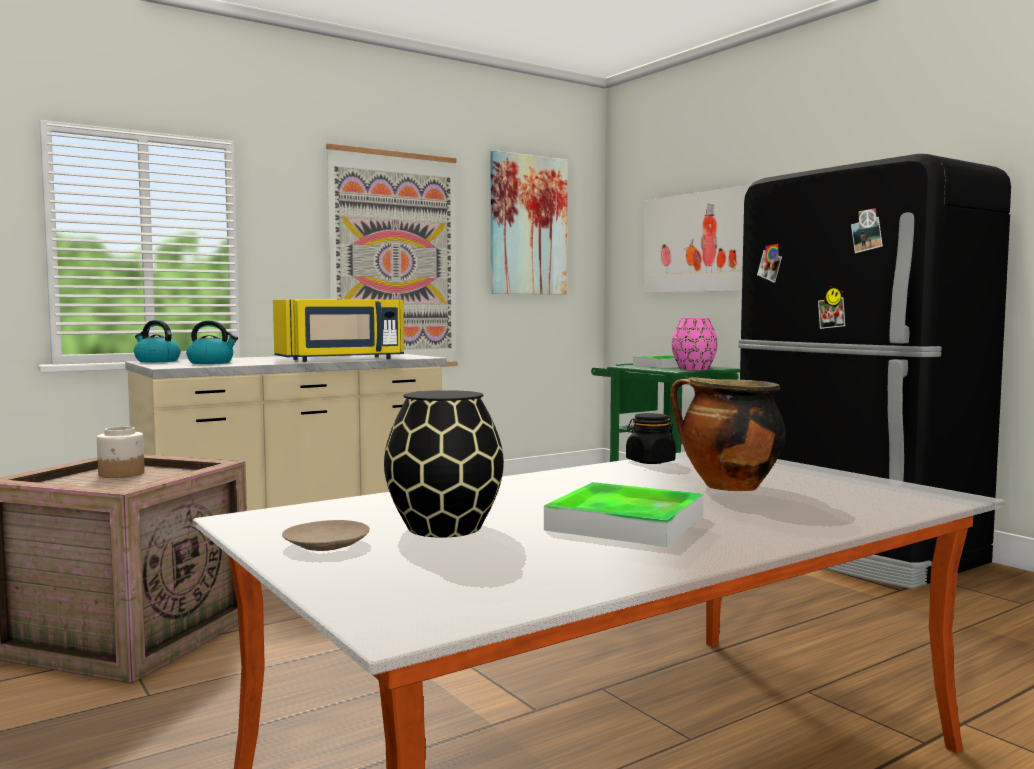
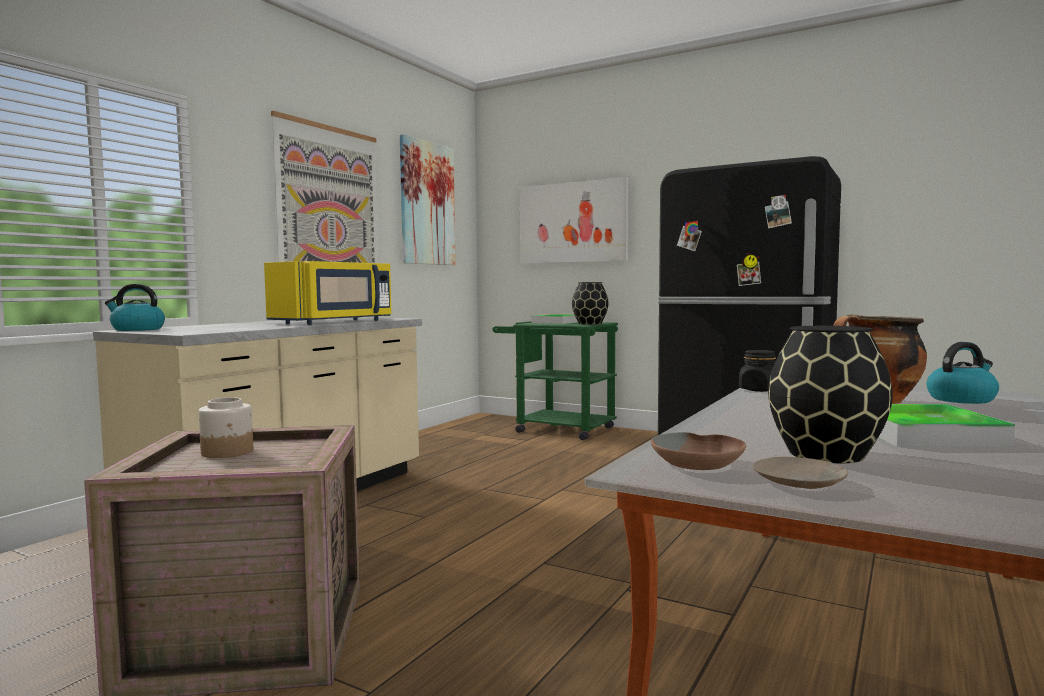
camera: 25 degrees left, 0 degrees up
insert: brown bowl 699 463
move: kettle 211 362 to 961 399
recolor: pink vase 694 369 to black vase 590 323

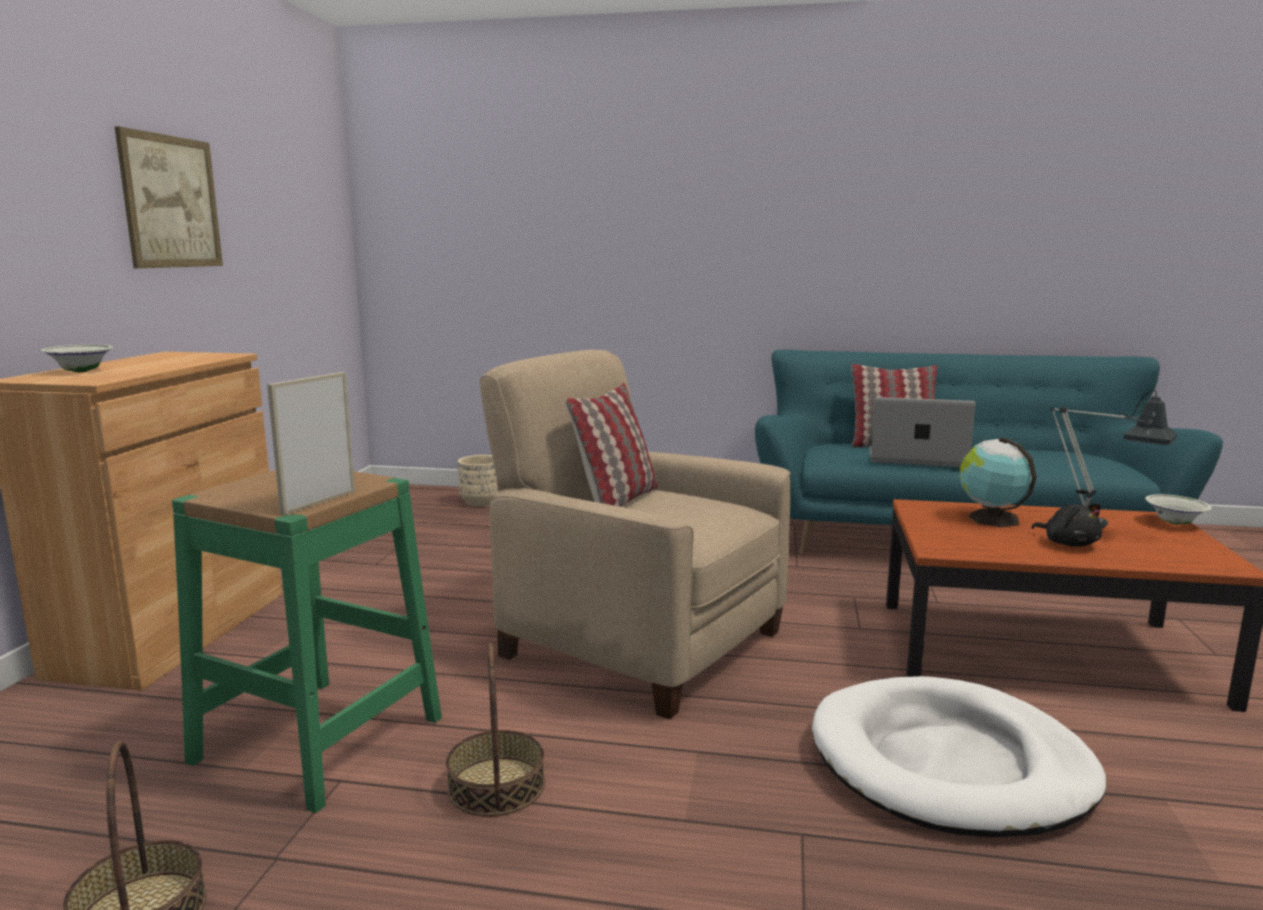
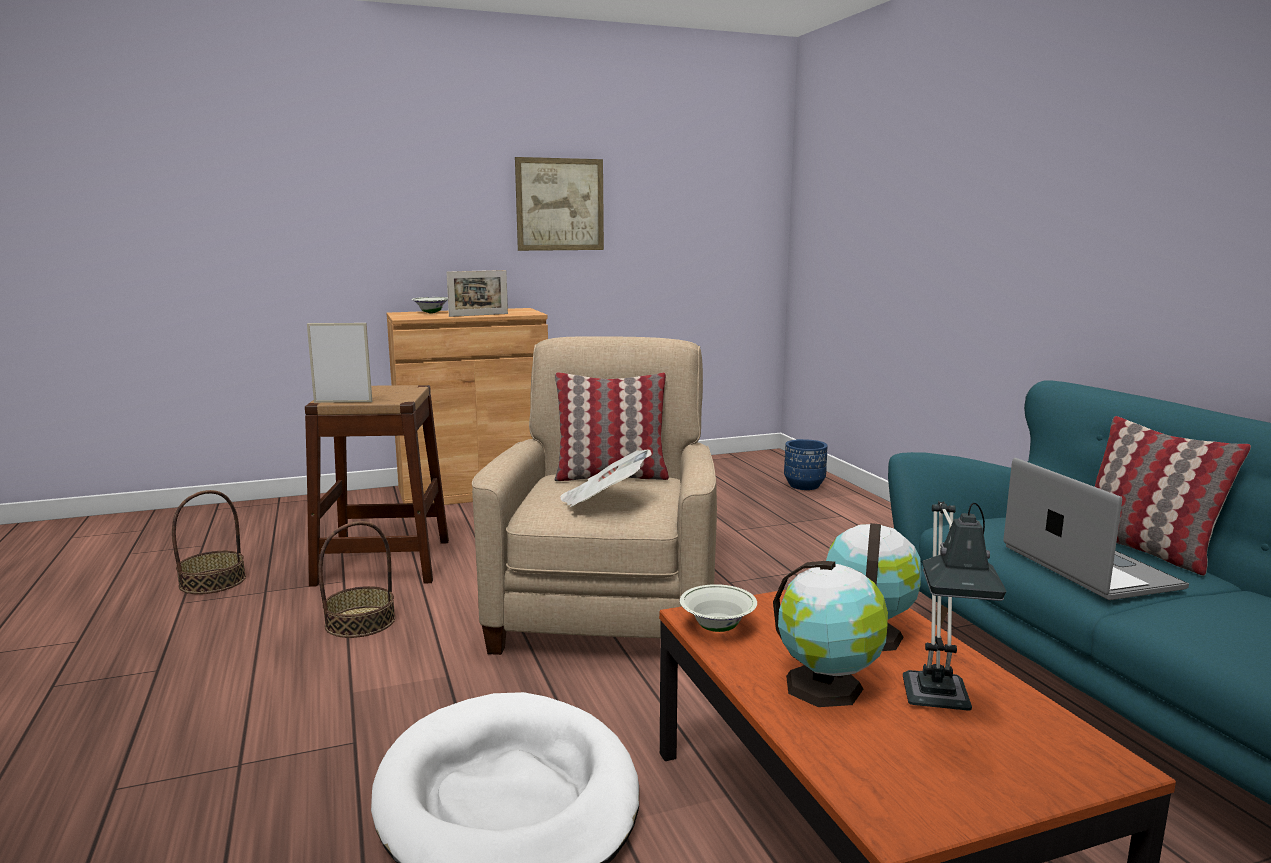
camera: 60 degrees right, 0 degrees up
insert: picture frame 478 315; newspaper 603 501
move: white bowl 1174 523 to 717 628
replace: black plush toy 1068 543 to globe 828 687
recolor: green stool 319 739 to brown stool 383 562; beige planter 481 502 to blue planter 804 486

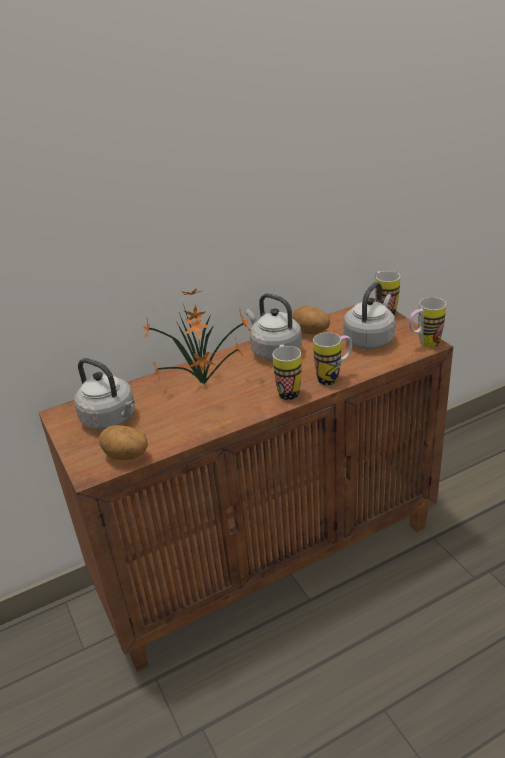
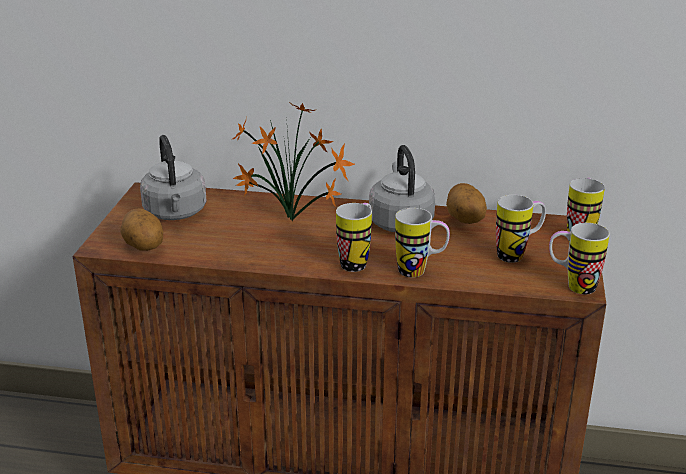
camera: 35 degrees right, 5 degrees down
replace: grey kettle 370 340 to mug 517 255

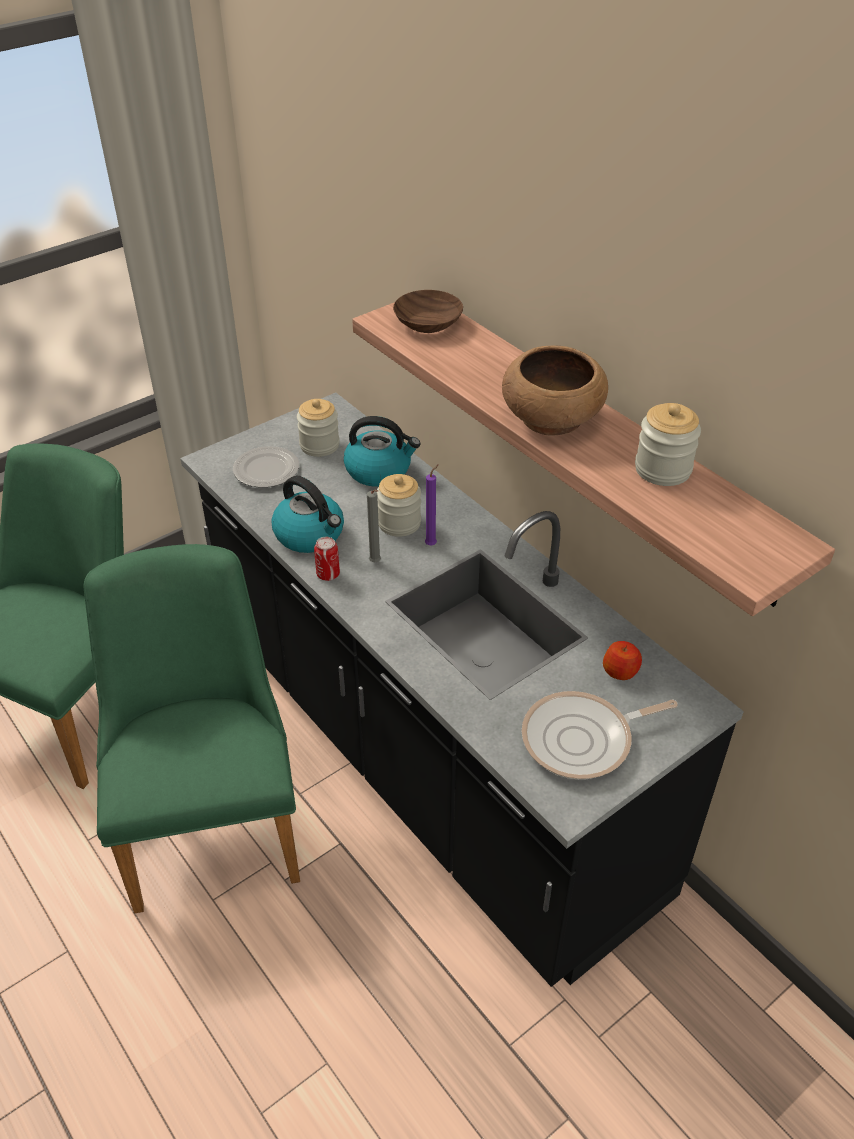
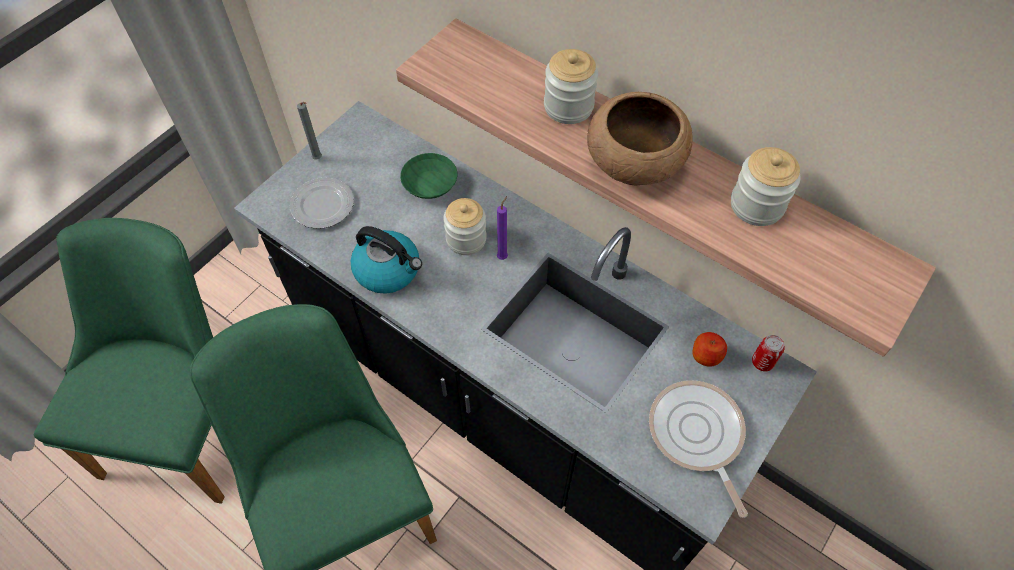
camera: 15 degrees left, 15 degrees up
delete: brown bowl 430 323
move: grey candle 376 563 to 318 159; jar 319 445 to 568 106; can 328 574 to 762 362
replace: kettle 379 470 to green bowl 428 183
rotate: frying pan 583 740 = 696 435 105 degrees clockwise

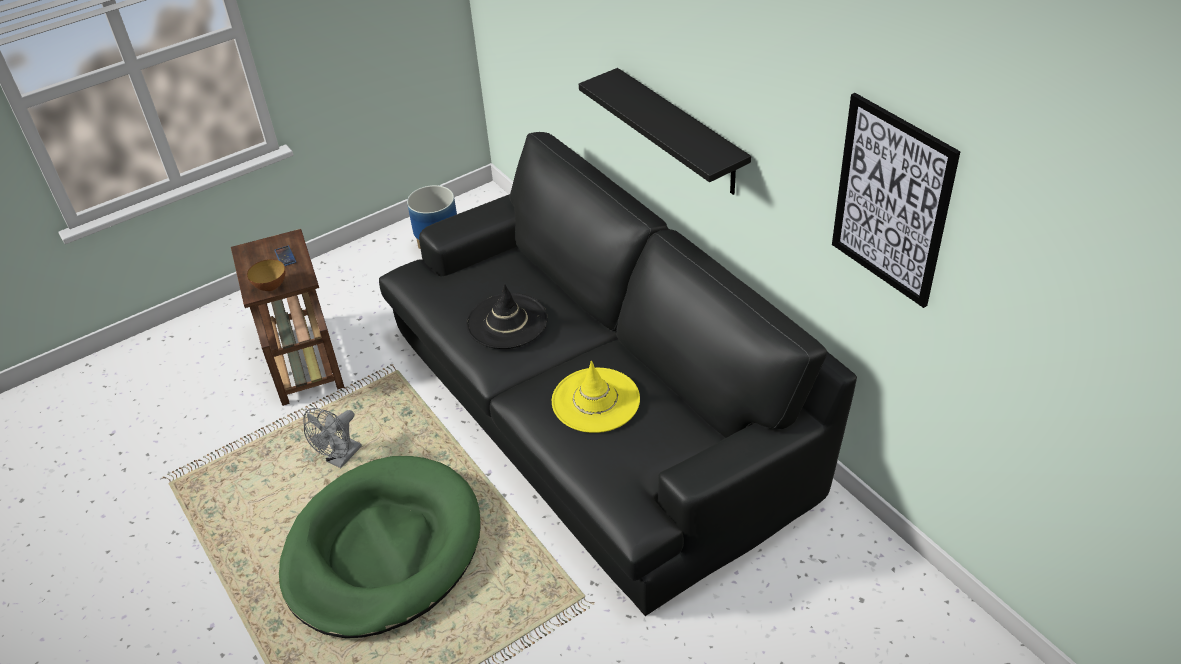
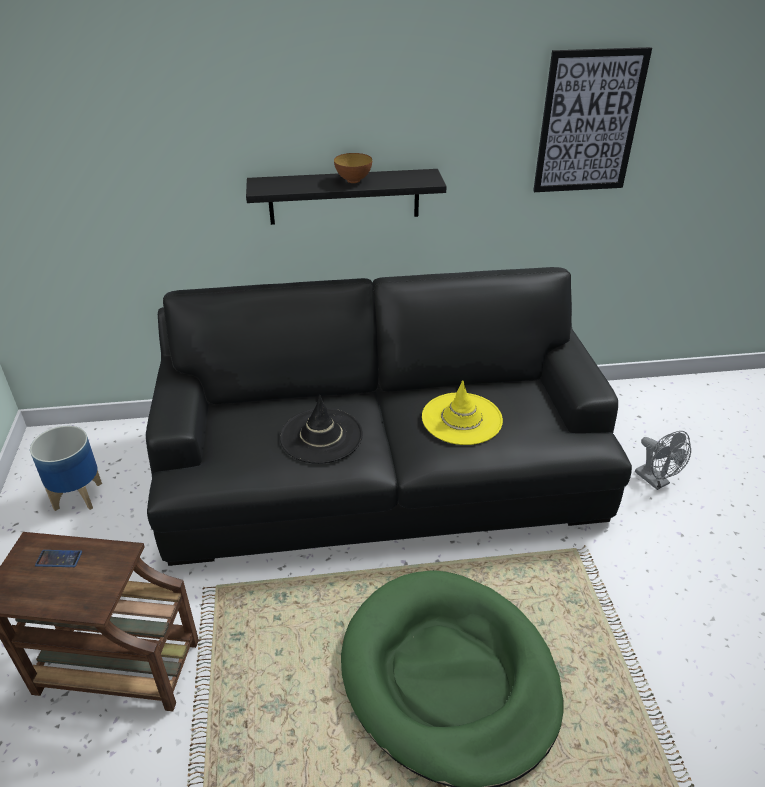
camera: 65 degrees left, 5 degrees down
move: bowl 271 287 to 353 180; grey fan 340 459 to 656 481

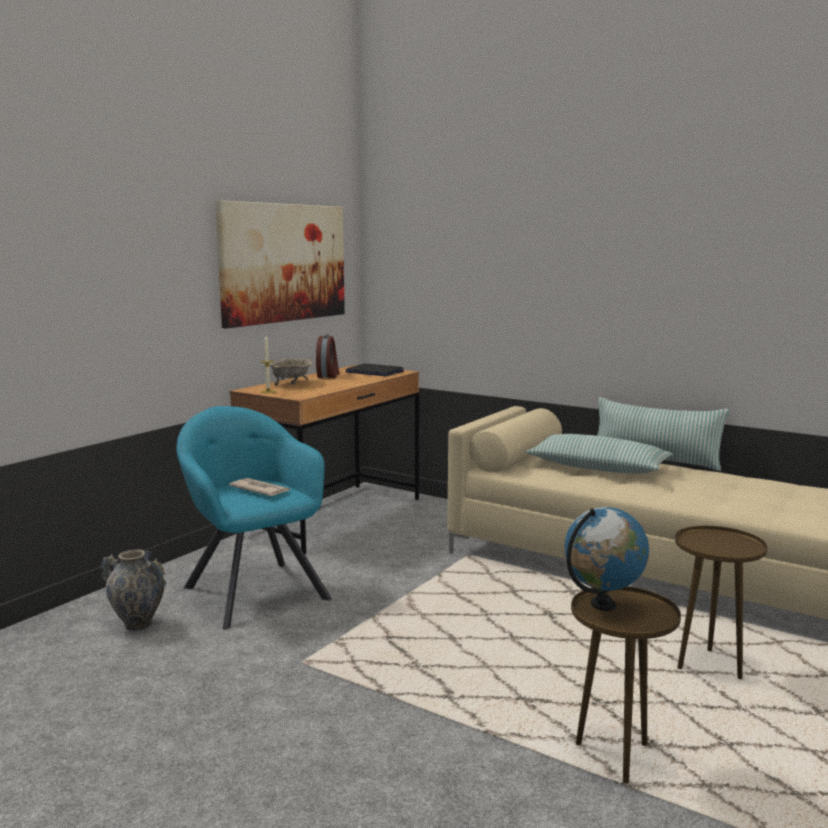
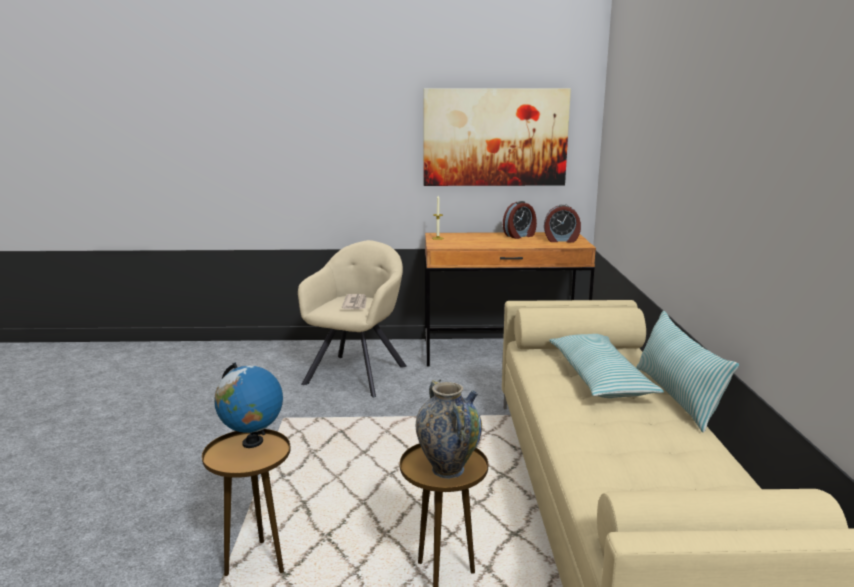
camera: 55 degrees right, 5 degrees up
delete: beige bowl 291 383
move: vase 138 624 to 448 469
replace: laptop 374 372 to alarm clock 561 240
recolor: turquoise armchair 253 590 to beige armchair 357 373

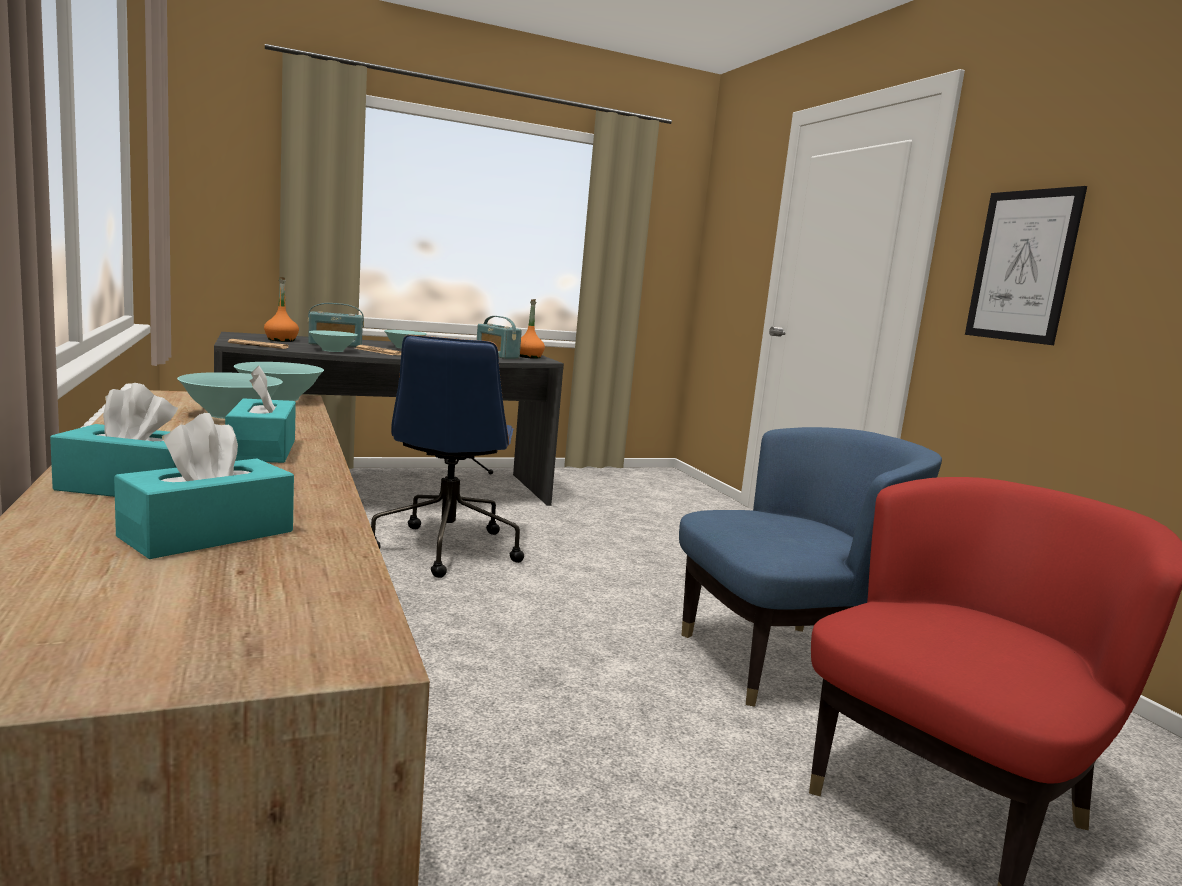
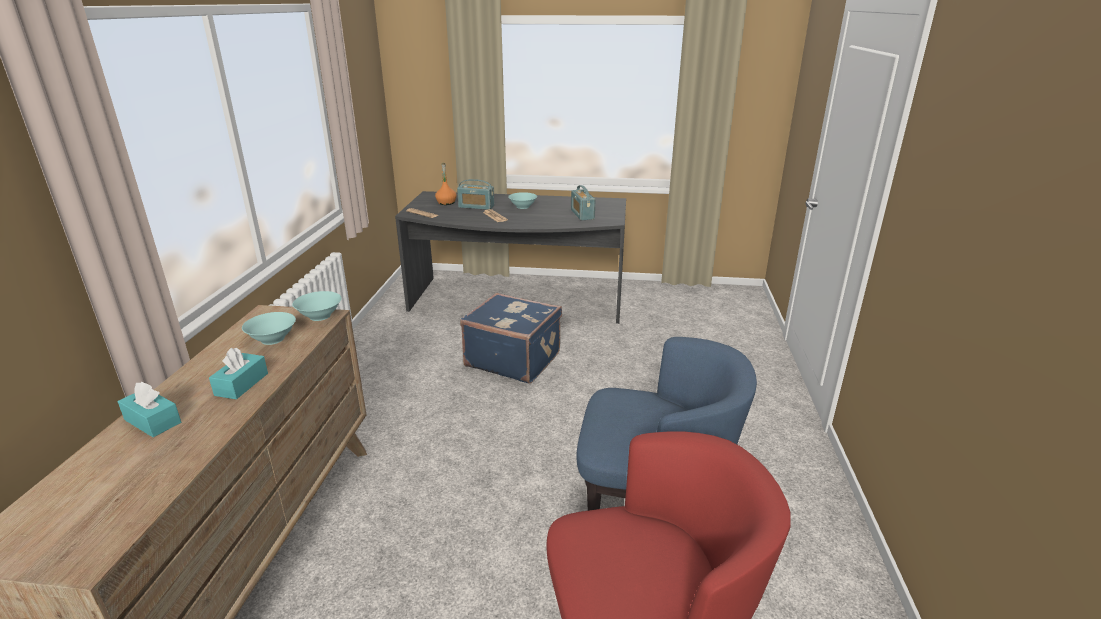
camera: 30 degrees right, 15 degrees up
delete: turquoise tissue box 207 534; turquoise bowl 333 350; orange bottle 528 357; picture 1022 266
replace: blue office chair 446 549 to blue suitcase 513 359

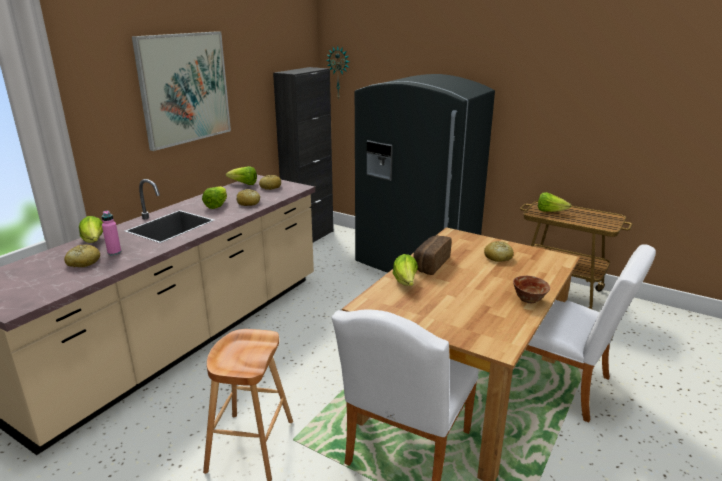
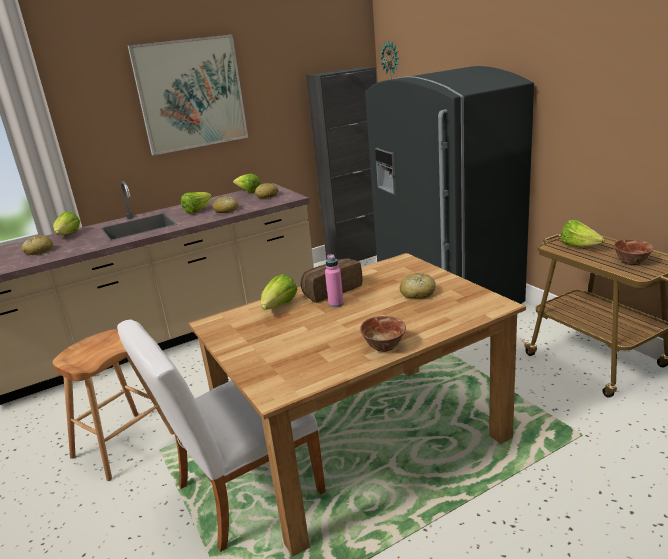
camera: 30 degrees right, 0 degrees up
delete: white chair 563 385
insert: bowl 631 262
move: pink bottle 114 252 to 336 304

